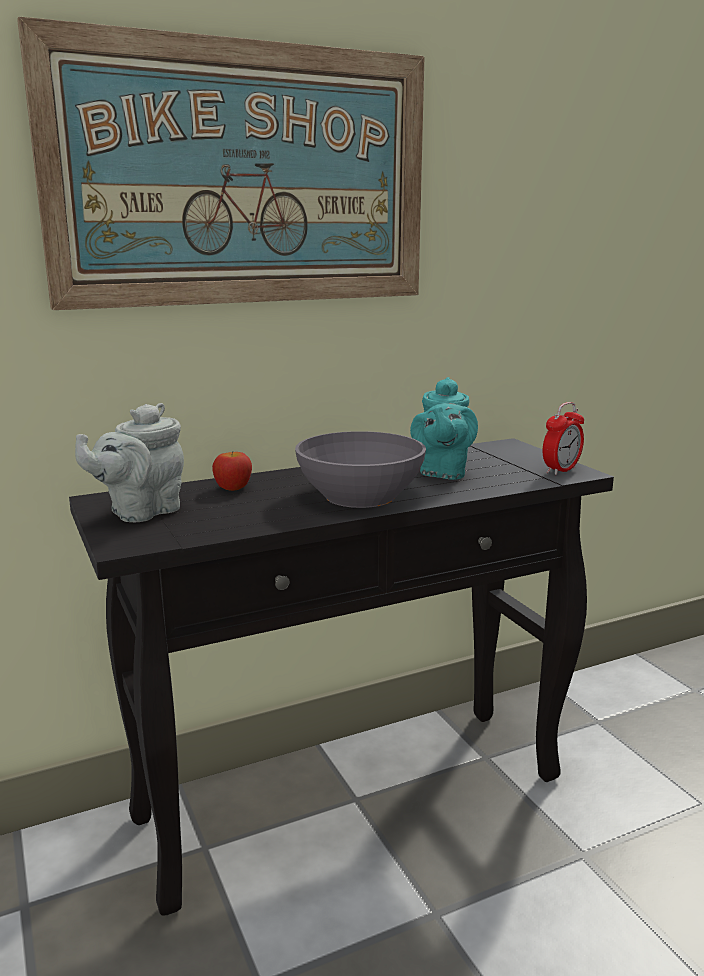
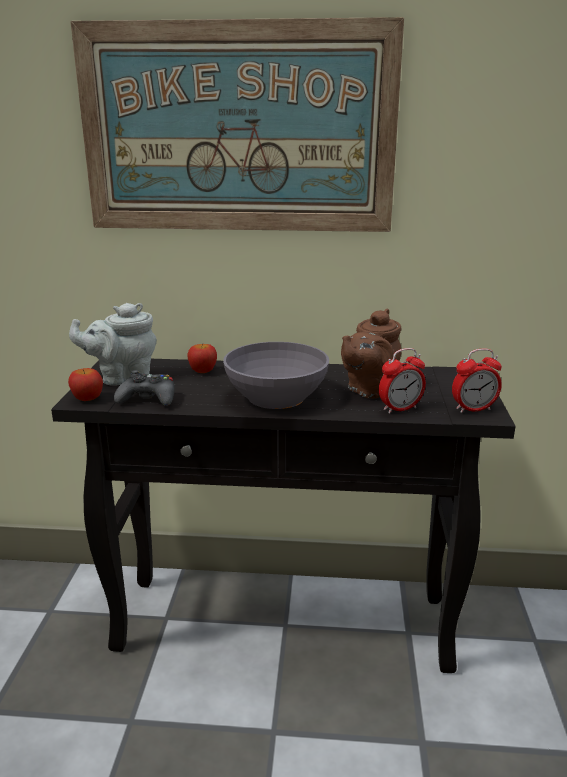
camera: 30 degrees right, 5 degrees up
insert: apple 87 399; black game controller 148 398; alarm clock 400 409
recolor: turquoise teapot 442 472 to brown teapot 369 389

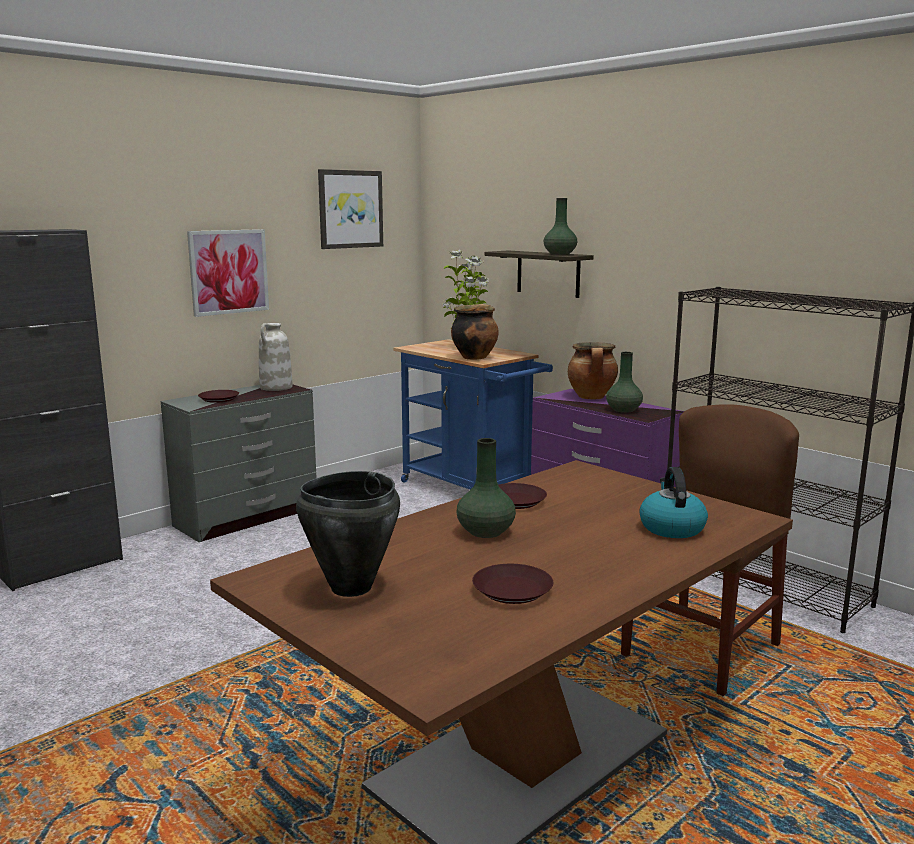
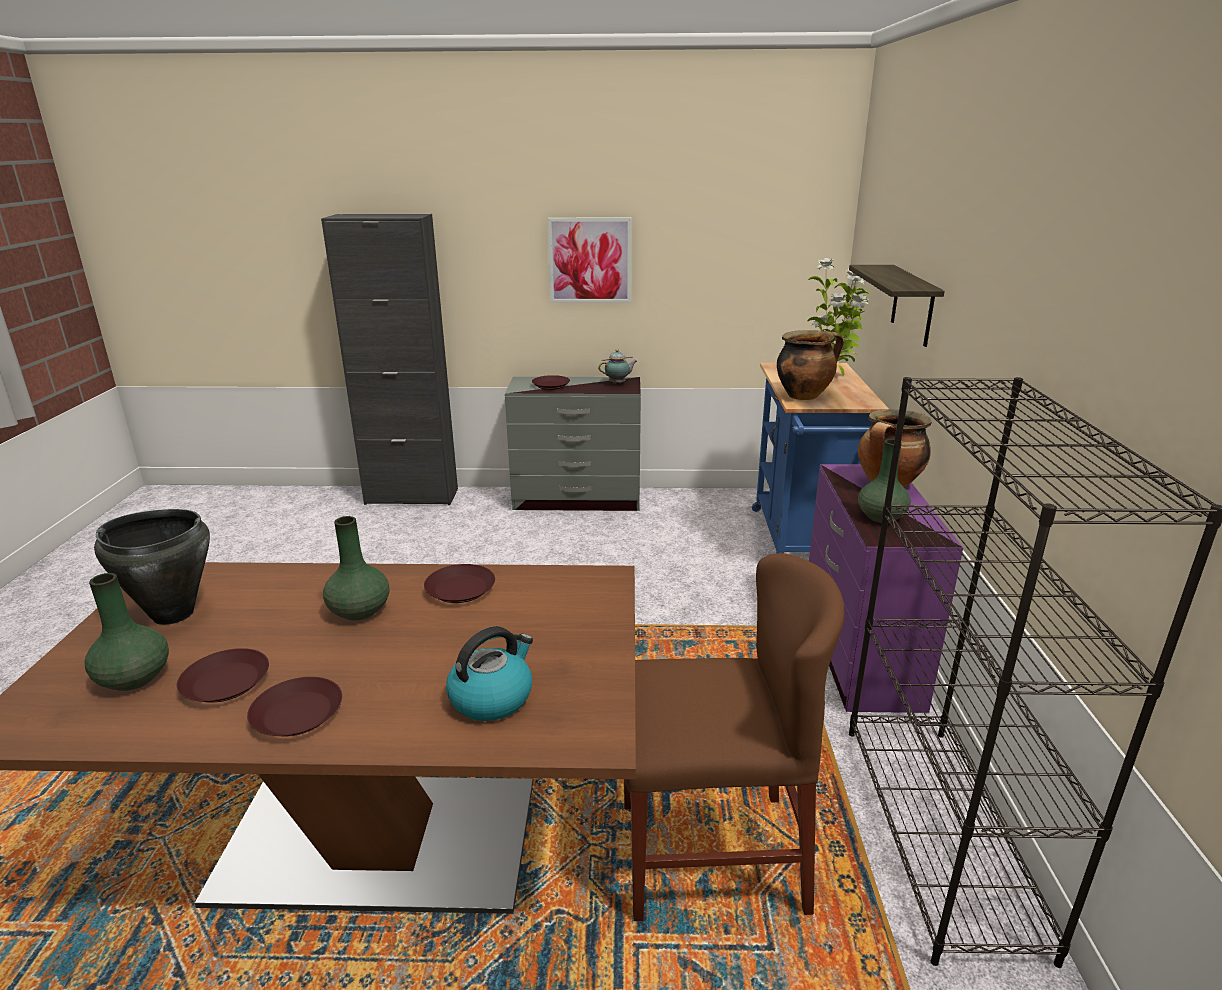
camera: 45 degrees right, 10 degrees up
delete: picture 350 209
insert: brown plate 298 714
move: green vase 559 254 to 134 678
replace: white vase 276 387 to teapot 618 383

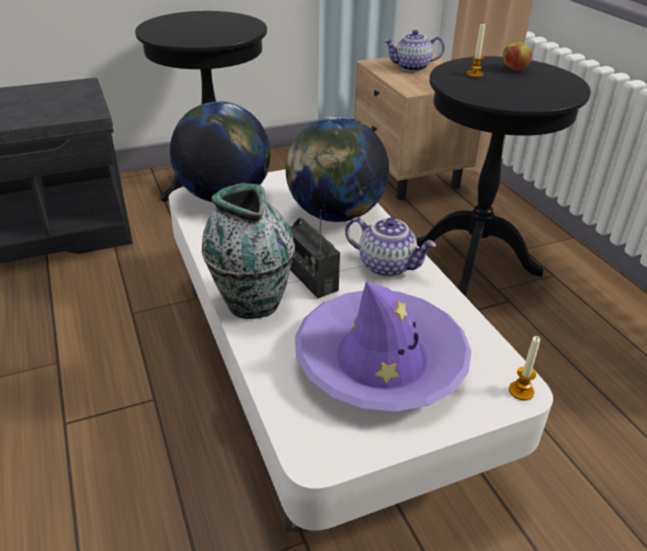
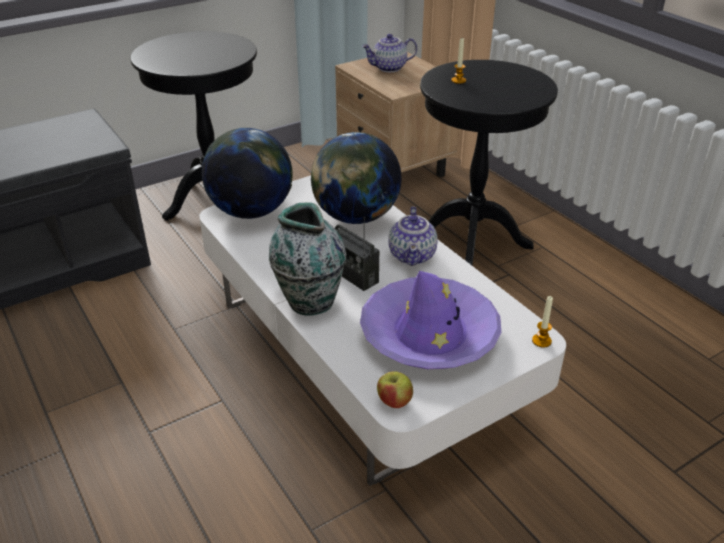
camera: 10 degrees left, 0 degrees up
move: apple 514 69 to 394 402
rotate: teapot 387 265 = 413 256 75 degrees clockwise

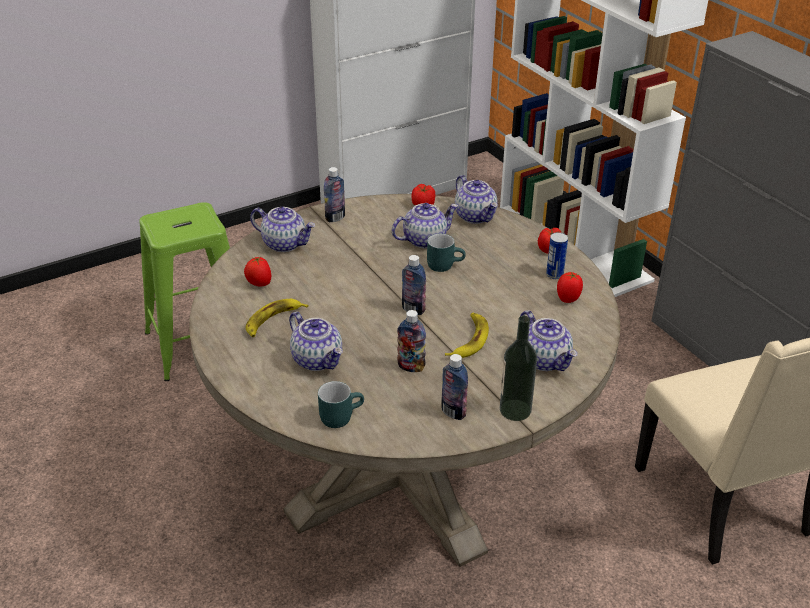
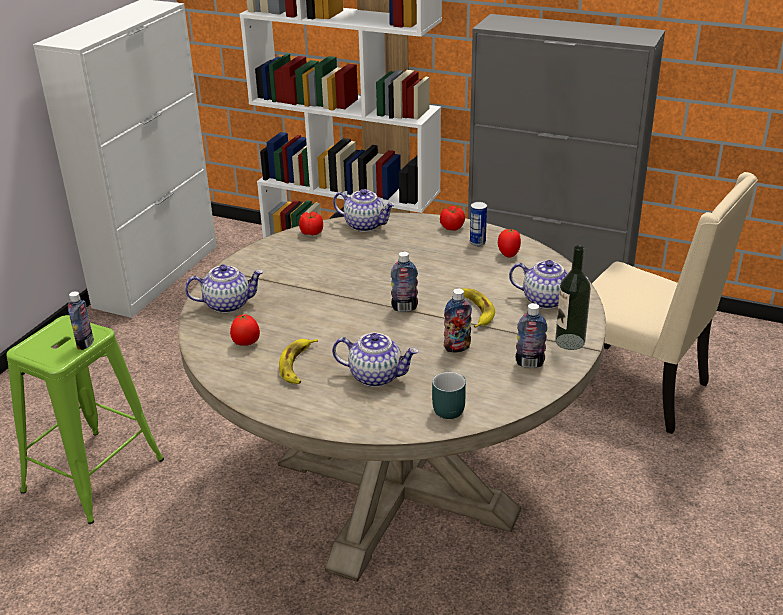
camera: 35 degrees left, 5 degrees down
delete: teapot 424 240; turquoise mug 444 264
move: bottle 335 218 to 85 344

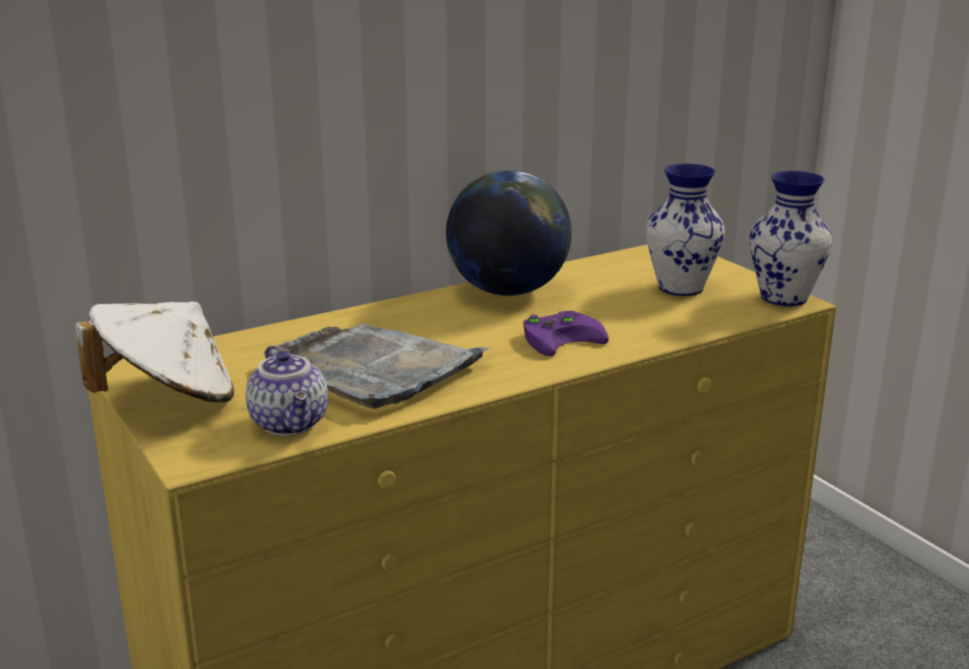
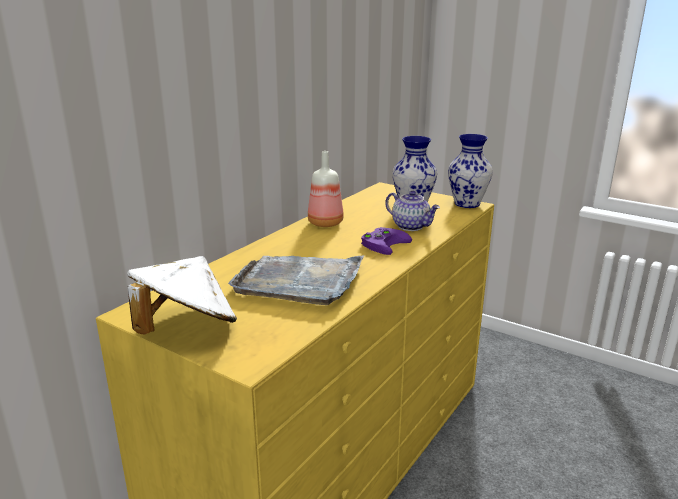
camera: 25 degrees left, 0 degrees up
move: teapot 291 423 to 411 226
replace: globe 507 291 to bottle 324 223

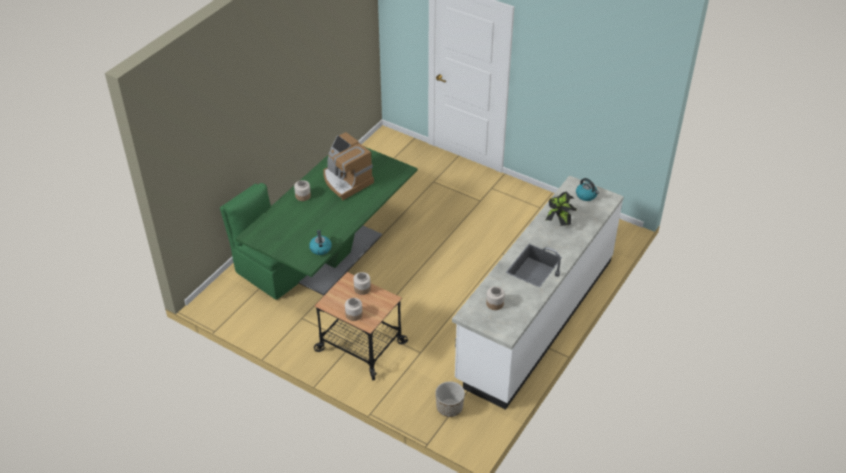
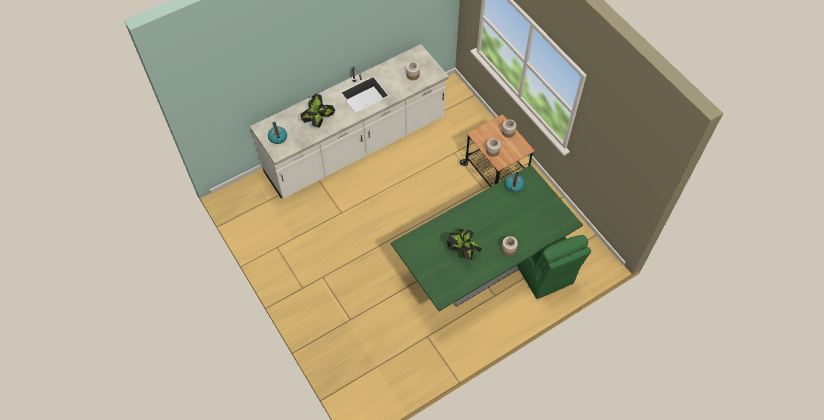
camera: 155 degrees left, 15 degrees up
delete: planter 449 408
replace: coffee machine 346 181 to potted plant 462 252

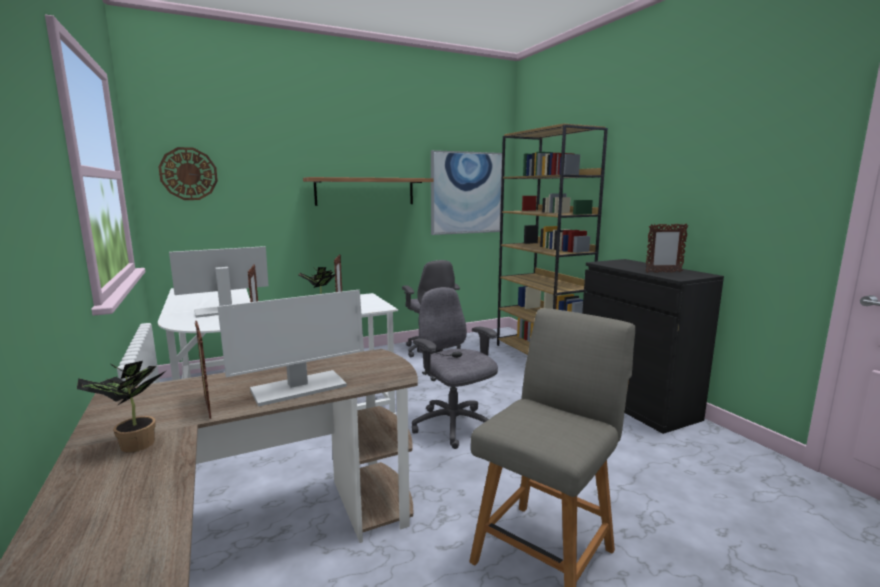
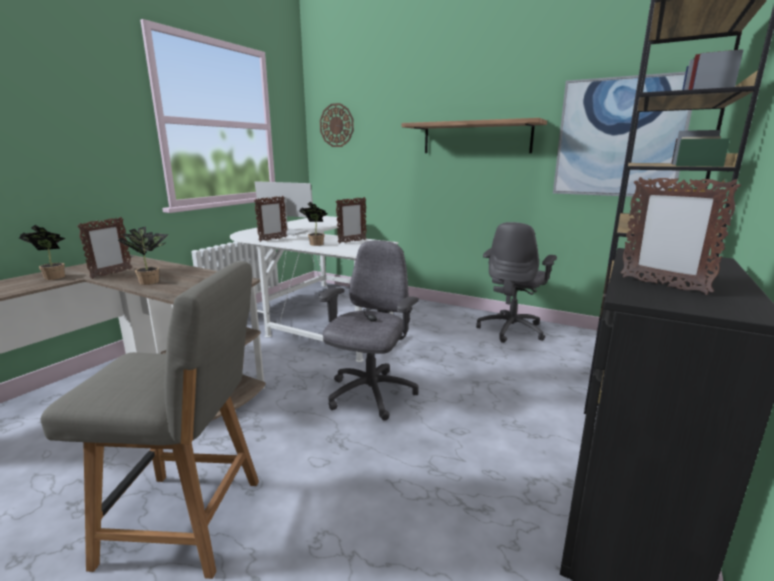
camera: 55 degrees right, 5 degrees up
replace: monitor 298 388 to potted plant 151 281

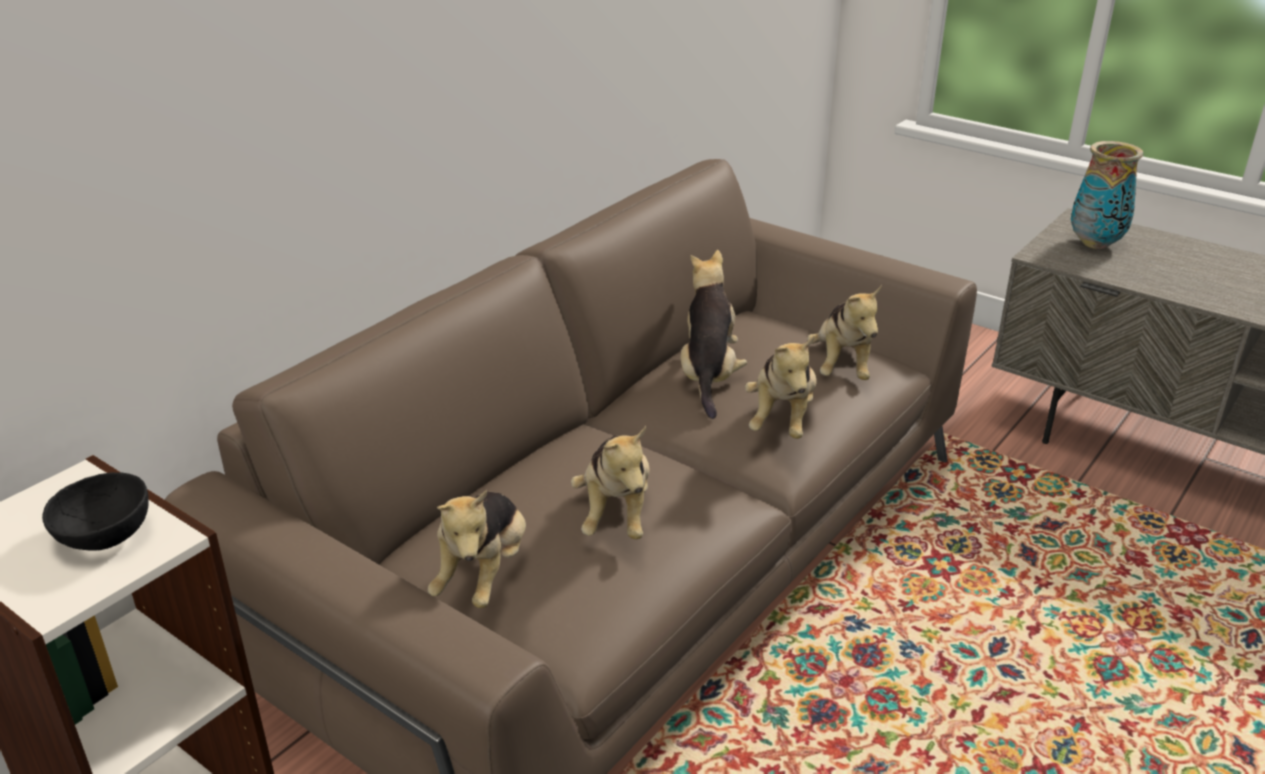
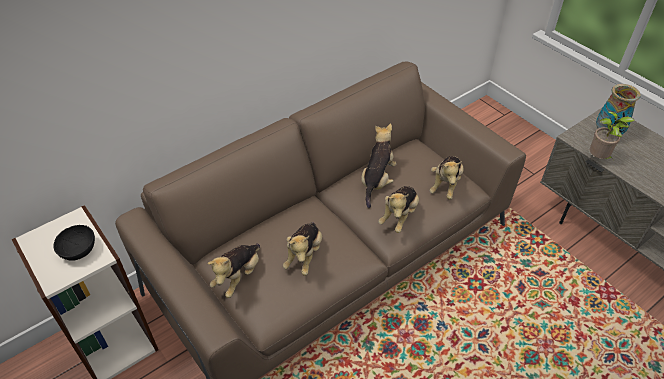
camera: 15 degrees right, 15 degrees up
insert: potted plant 599 158

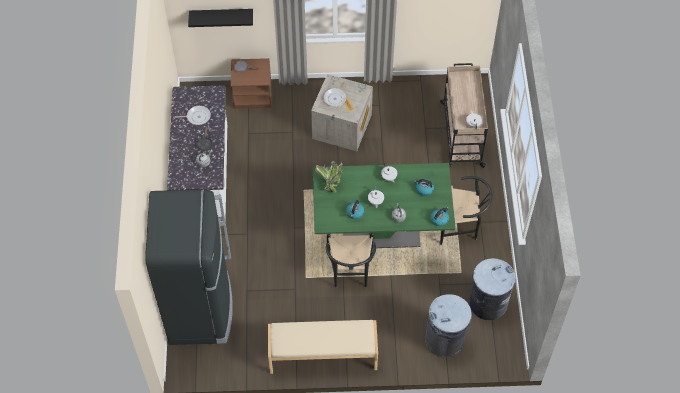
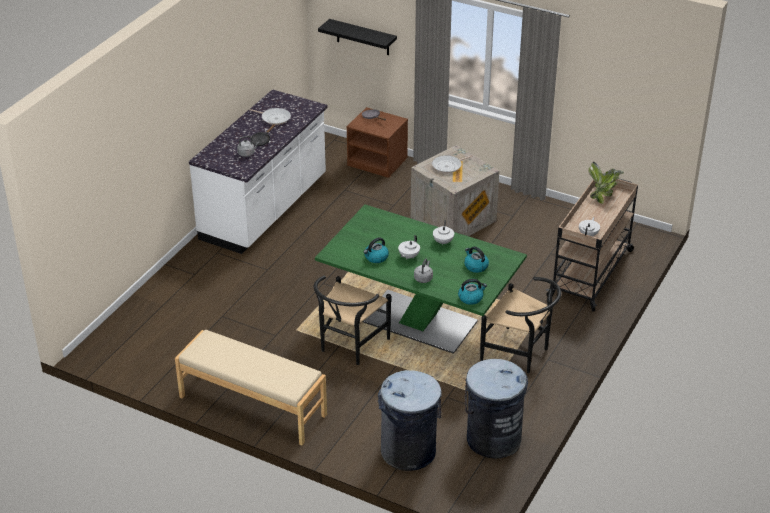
camera: 30 degrees right, 20 degrees down
delete: black fridge 200 309
move: potted plant 330 181 to 603 195

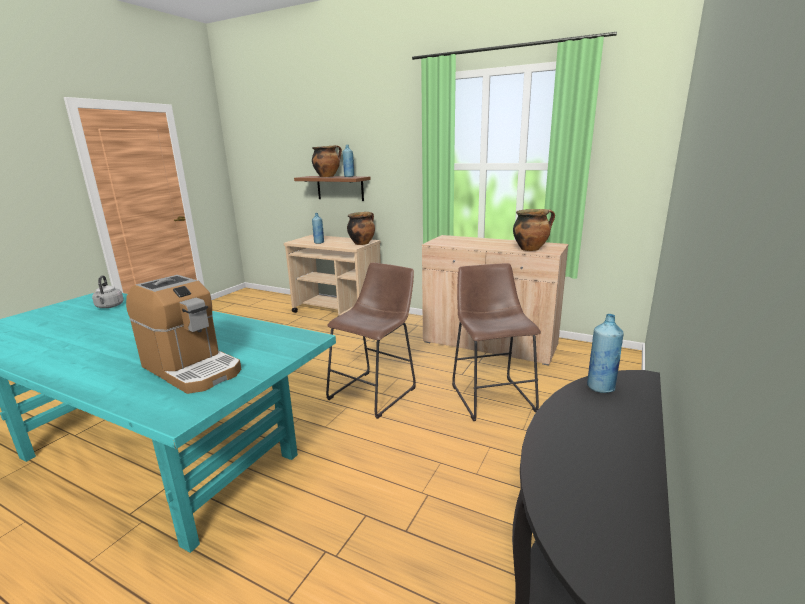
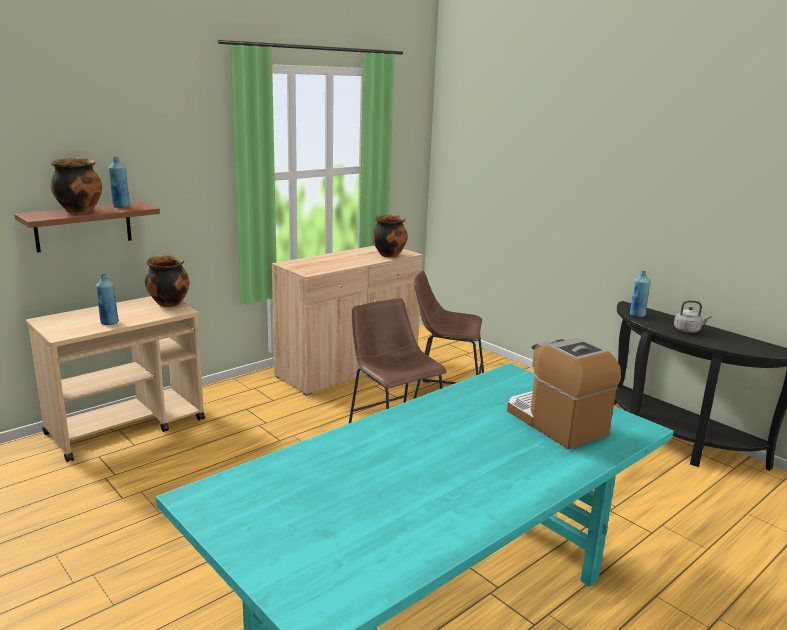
camera: 70 degrees left, 0 degrees up
move: grey kettle 109 306 to 688 330
rotate: coffee machine 191 368 = 555 423 90 degrees counterclockwise

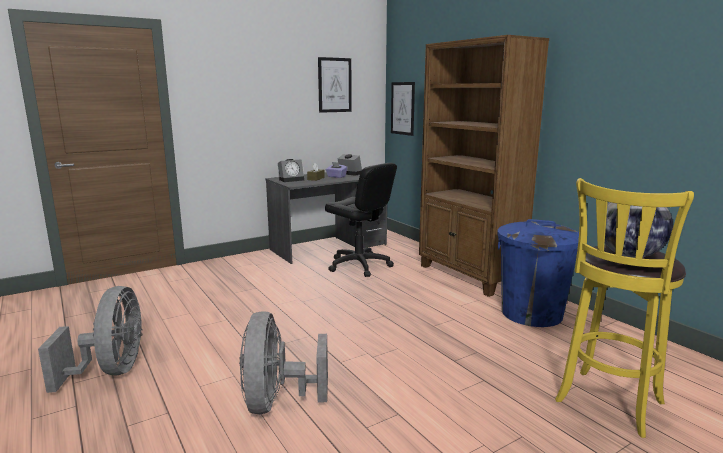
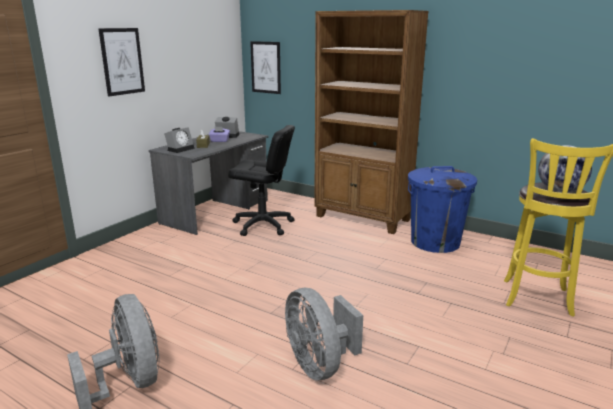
camera: 25 degrees left, 5 degrees up
move: picture 334 85 to 122 61

